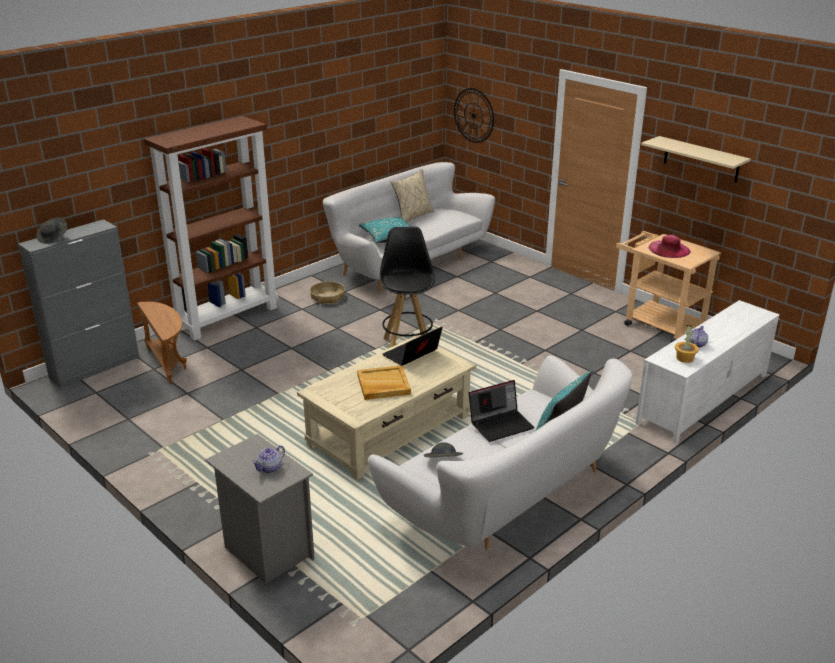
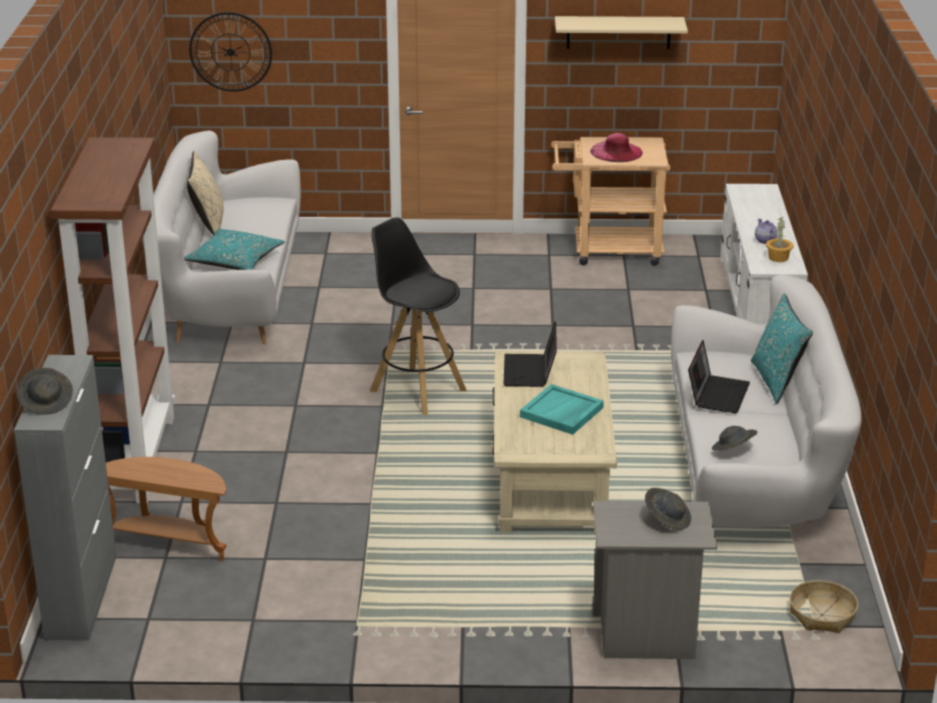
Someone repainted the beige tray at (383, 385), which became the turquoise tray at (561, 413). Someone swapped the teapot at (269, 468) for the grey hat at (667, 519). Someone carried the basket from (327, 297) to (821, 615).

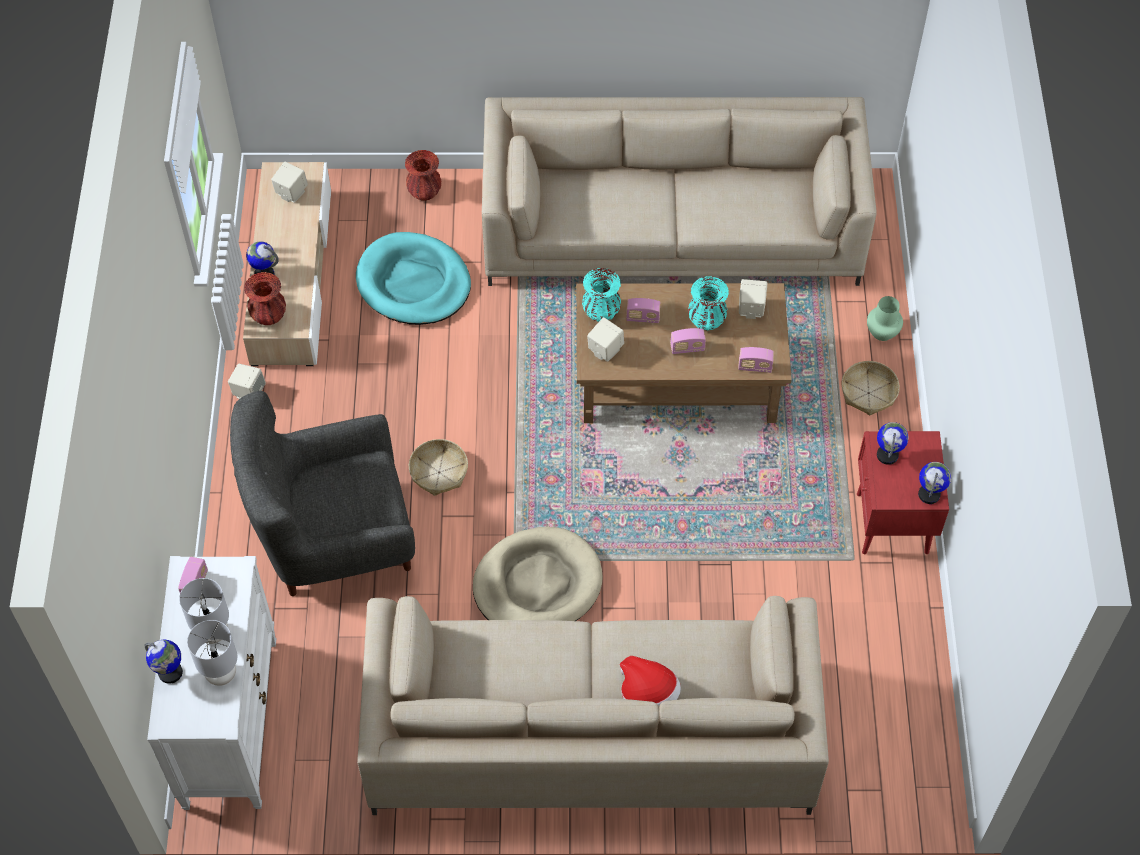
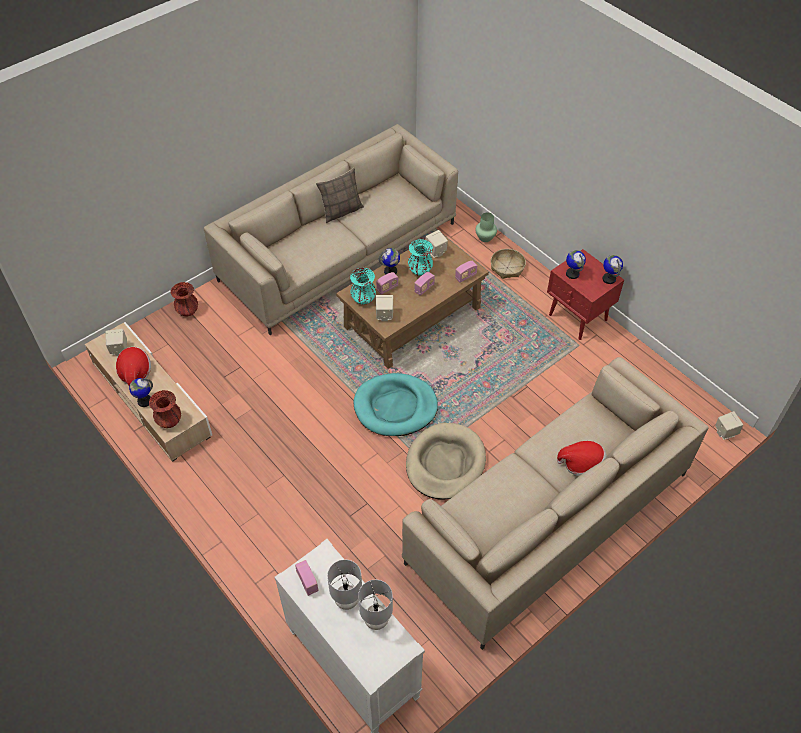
Someone put down the hat at (135, 373). Someone put down the pillow at (341, 211). Someone carried the turquoise dog bed from (413, 283) to (395, 407). Someone carried the globe from (170, 673) to (390, 271). Someone carried the beige speaker from (249, 392) to (725, 432). Someone took away the grey armchair at (334, 538). Someone took away the basket at (438, 472).

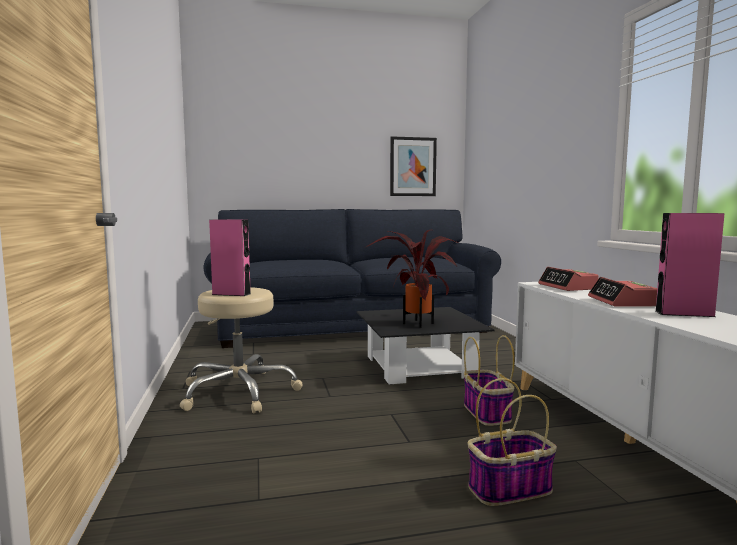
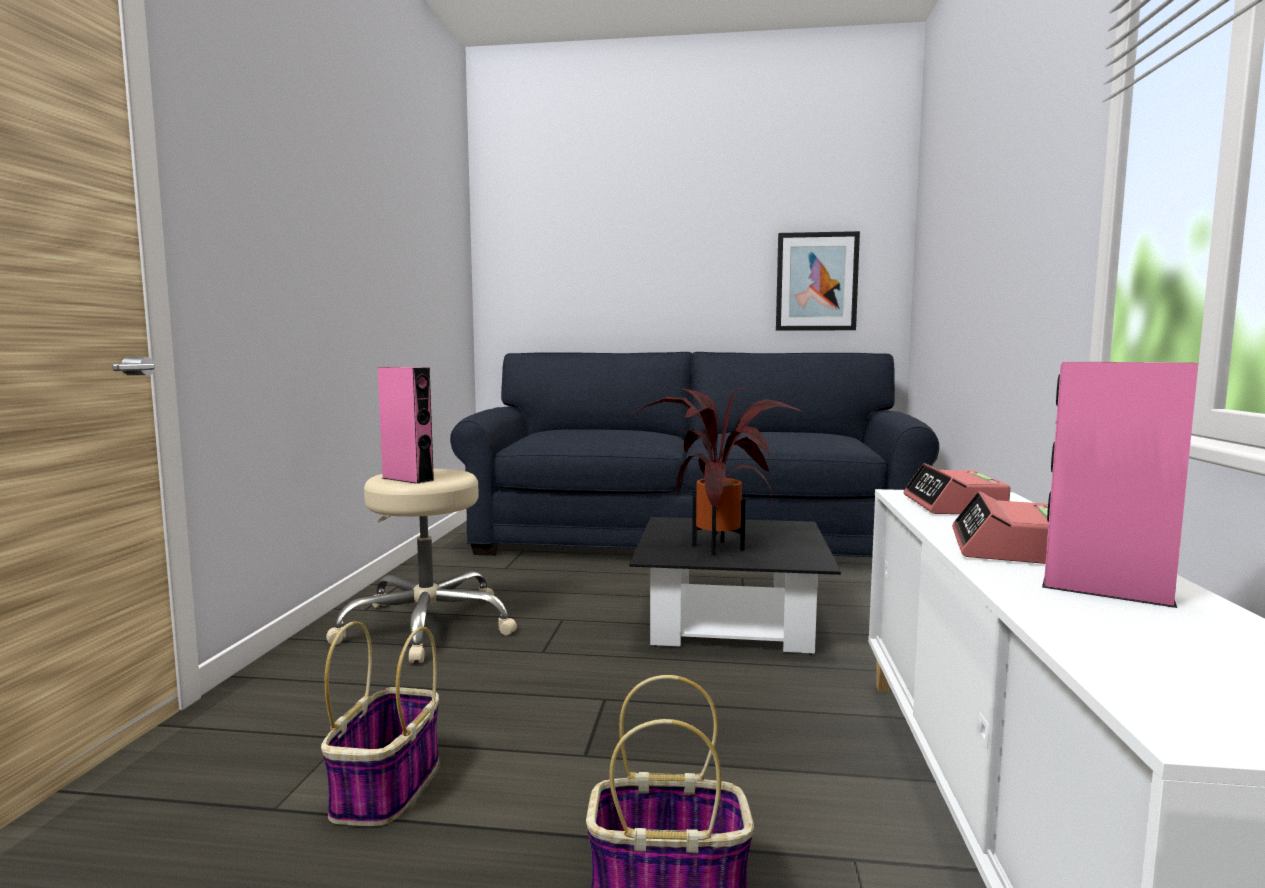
Someone carried the basket from (487, 413) to (387, 788).

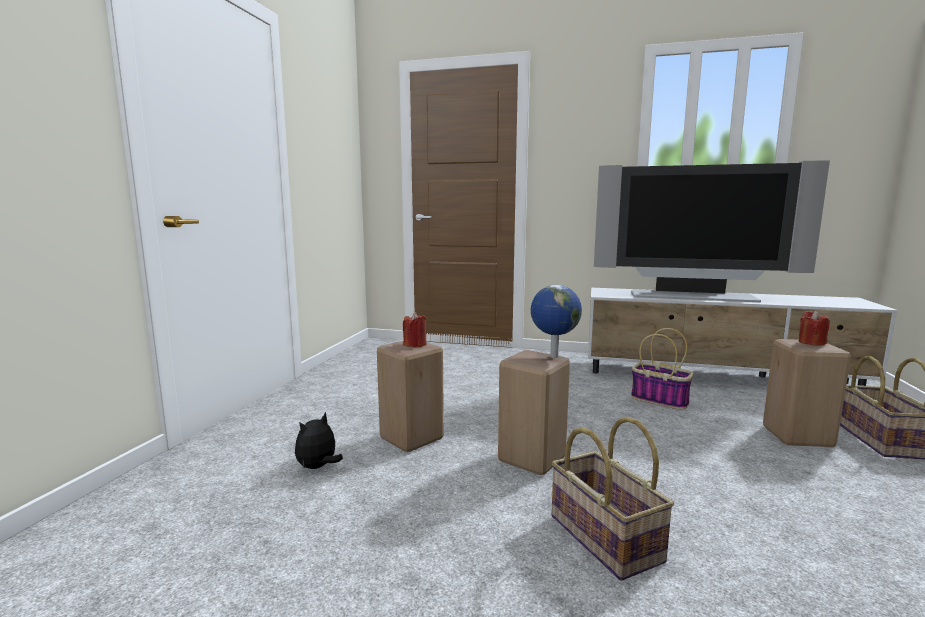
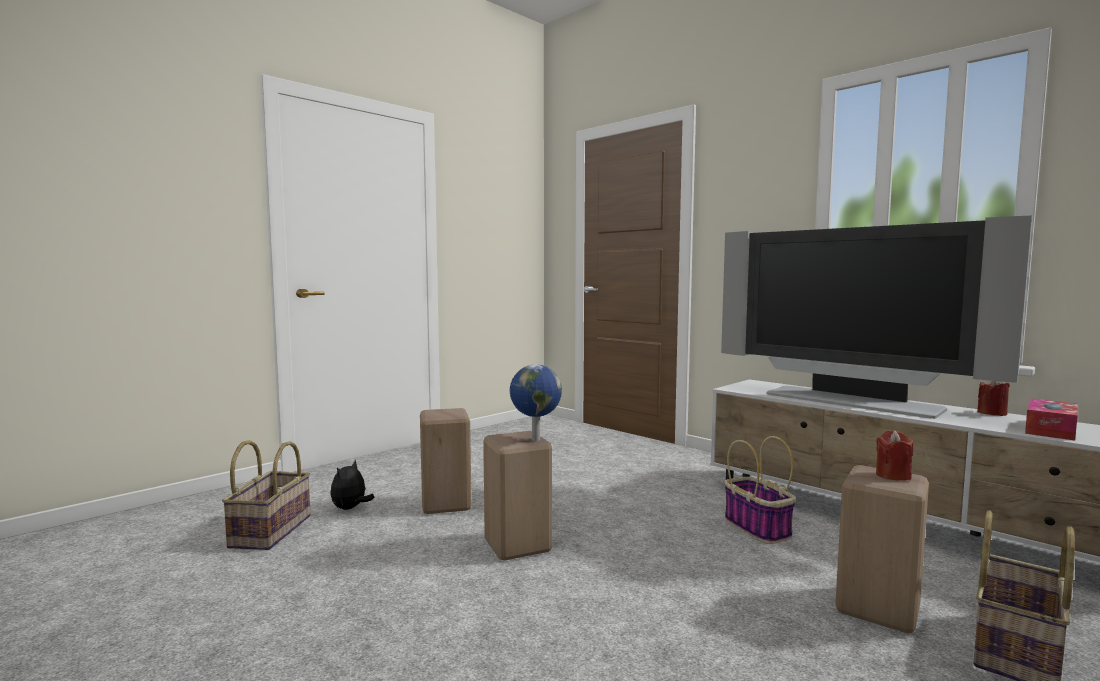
Someone carried the basket from (602, 538) to (270, 531). Someone rotated the plush toy at (318, 467) by 45 degrees counterclockwise. Someone carried the red candle from (415, 344) to (992, 413). Someone put down the tissue box at (1050, 429).

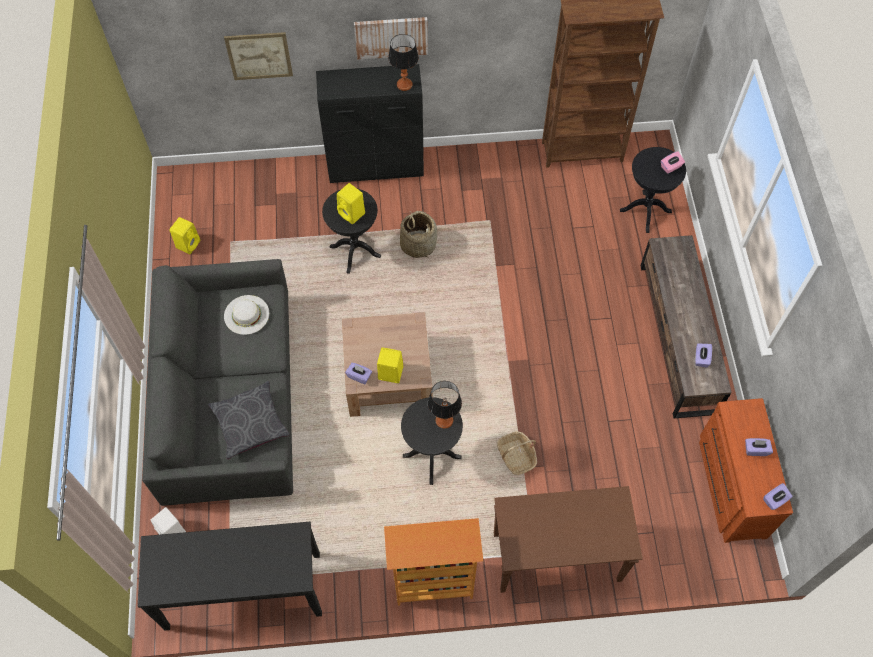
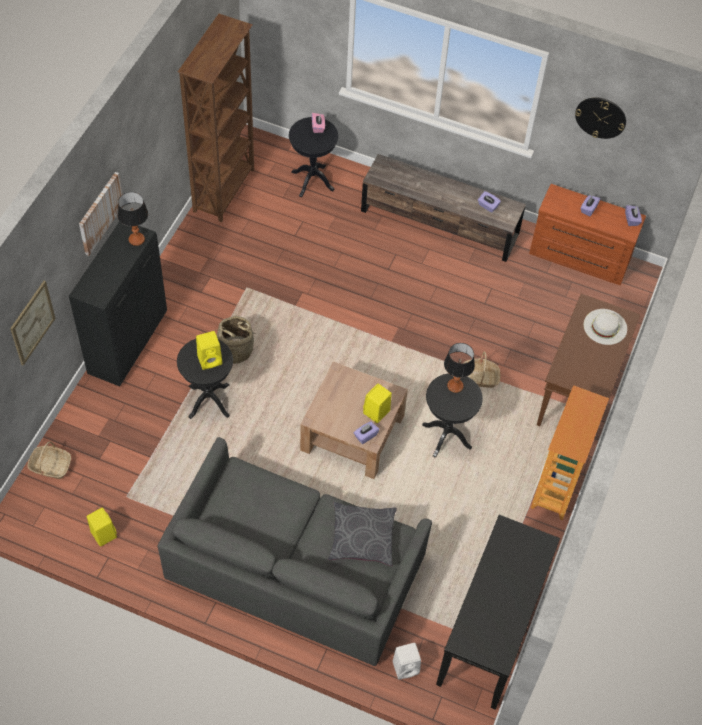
Someone put down the basket at (50, 466). Someone put up the wall clock at (600, 117). Someone carried the white hat from (246, 314) to (605, 326).

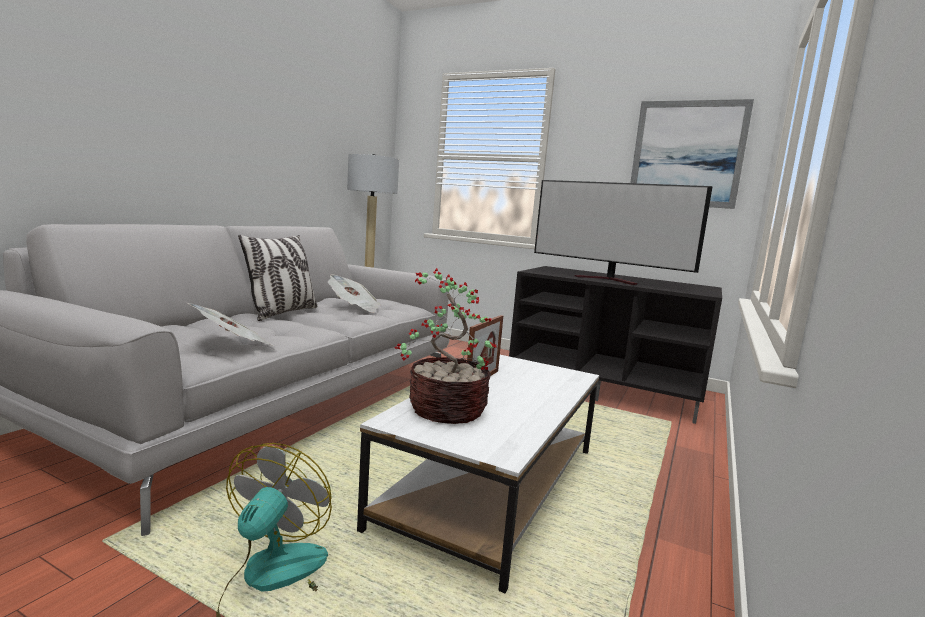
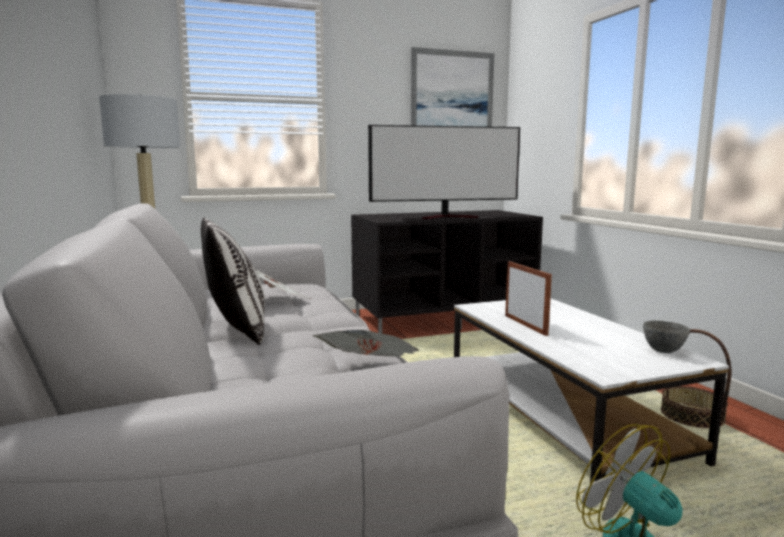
Someone put down the grey bowl at (662, 350). Someone put down the basket at (692, 416). Someone took away the potted plant at (444, 409).

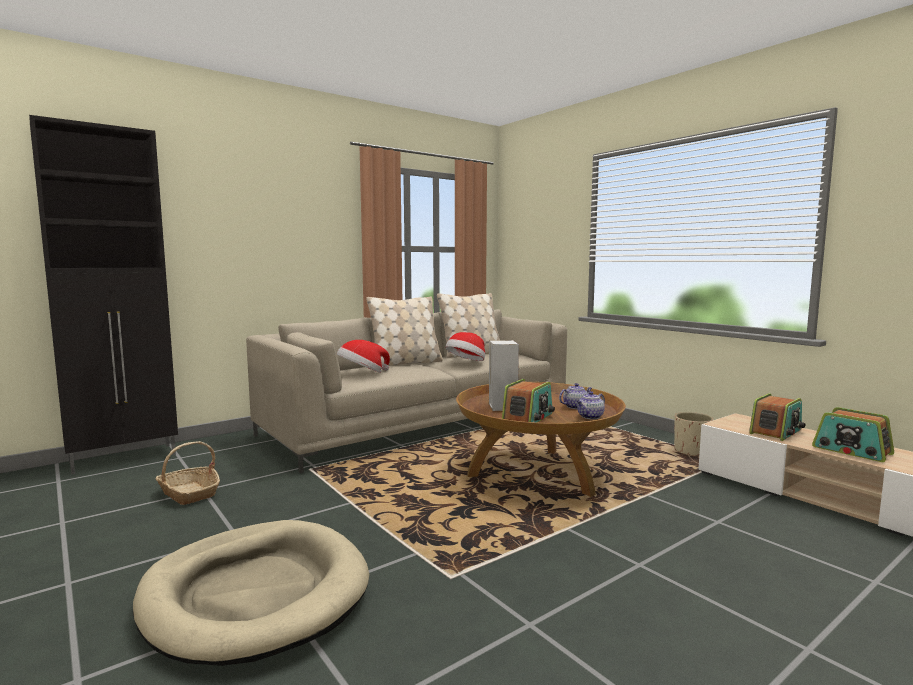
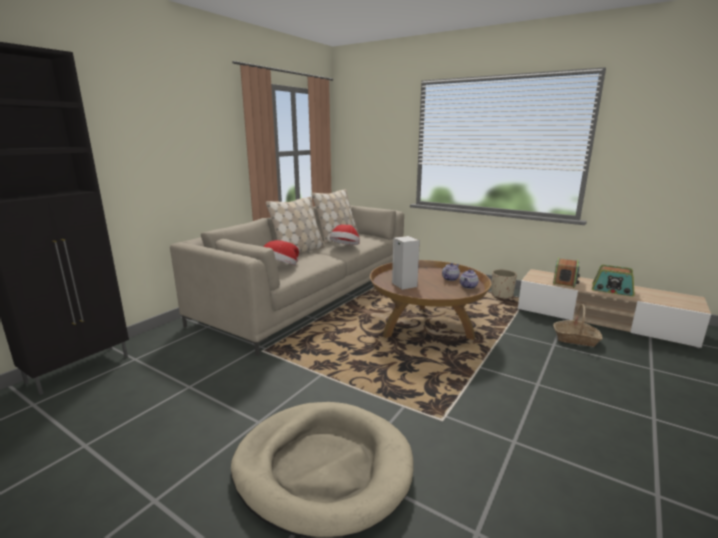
Someone carried the basket from (189, 493) to (575, 339). Someone took away the radio at (528, 418).

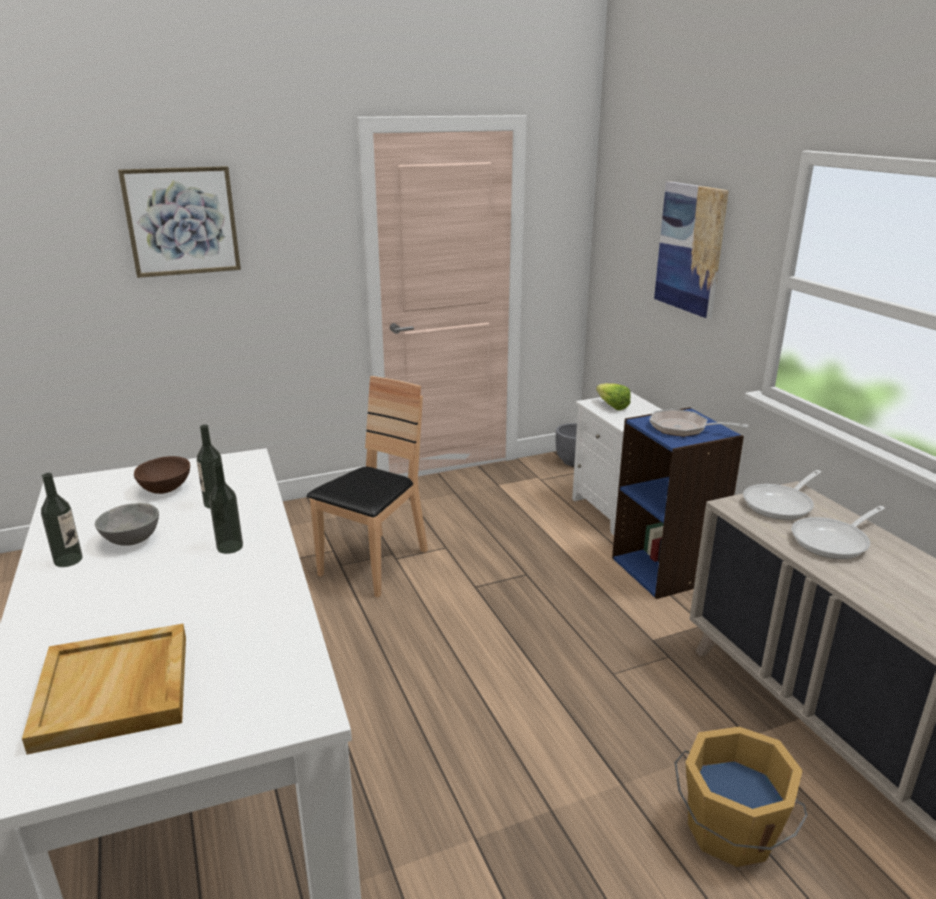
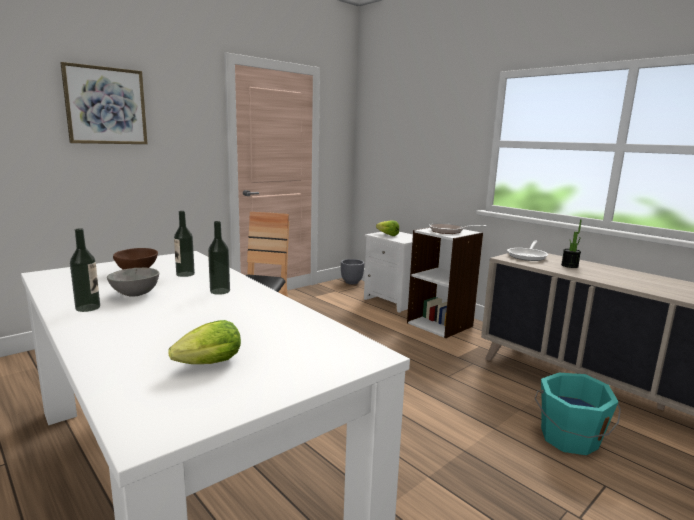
Someone swapped the beige tray at (115, 691) for the lettuce at (206, 365). Someone repainted the blue bookcase at (666, 569), which became the white bookcase at (440, 324). Someone repainted the orange bucket at (730, 831), which became the turquoise bucket at (569, 439). Someone swapped the frying pan at (834, 541) for the potted plant at (569, 266). Someone took away the picture at (690, 248).

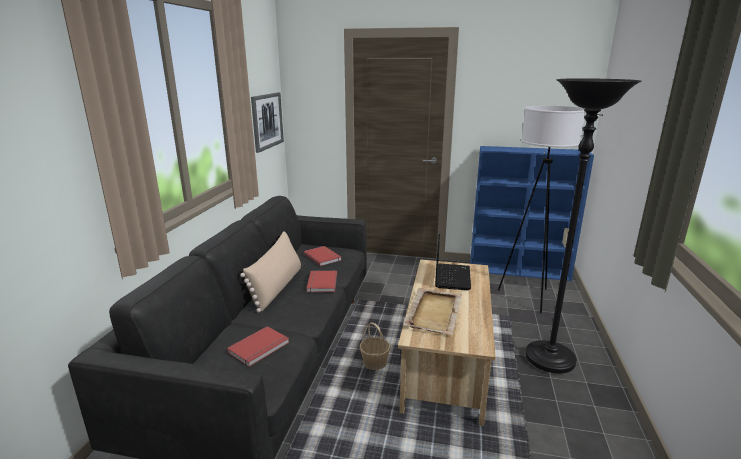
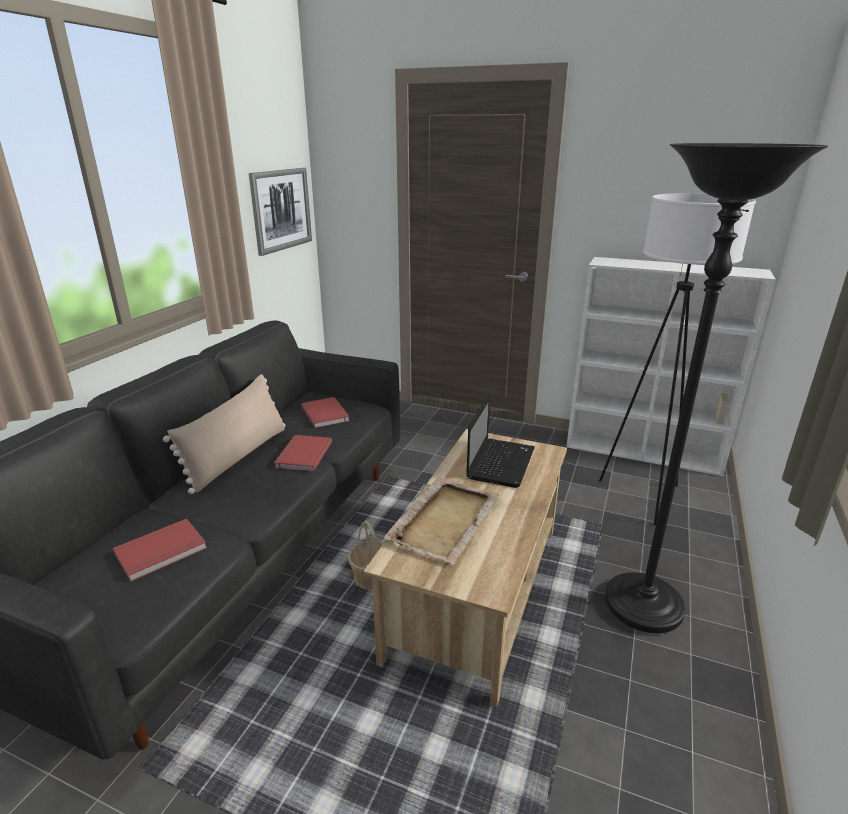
Someone repainted the blue bookcase at (519, 270), which became the white bookcase at (644, 452).

